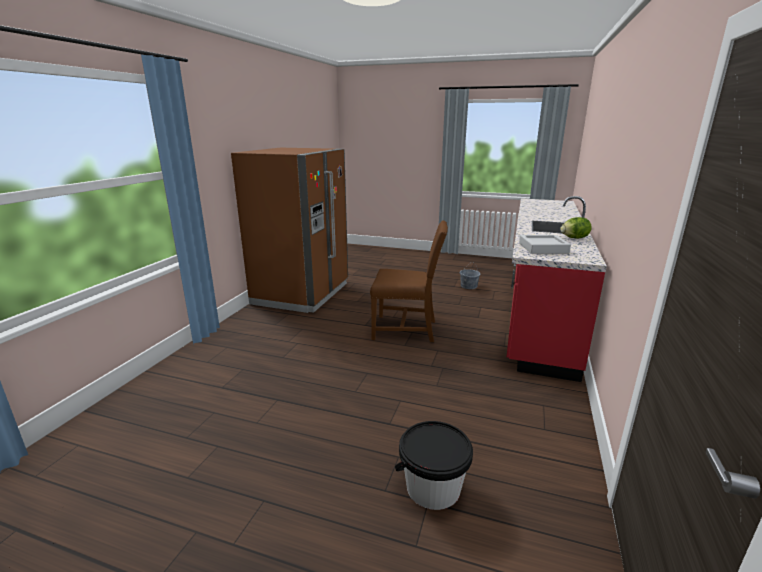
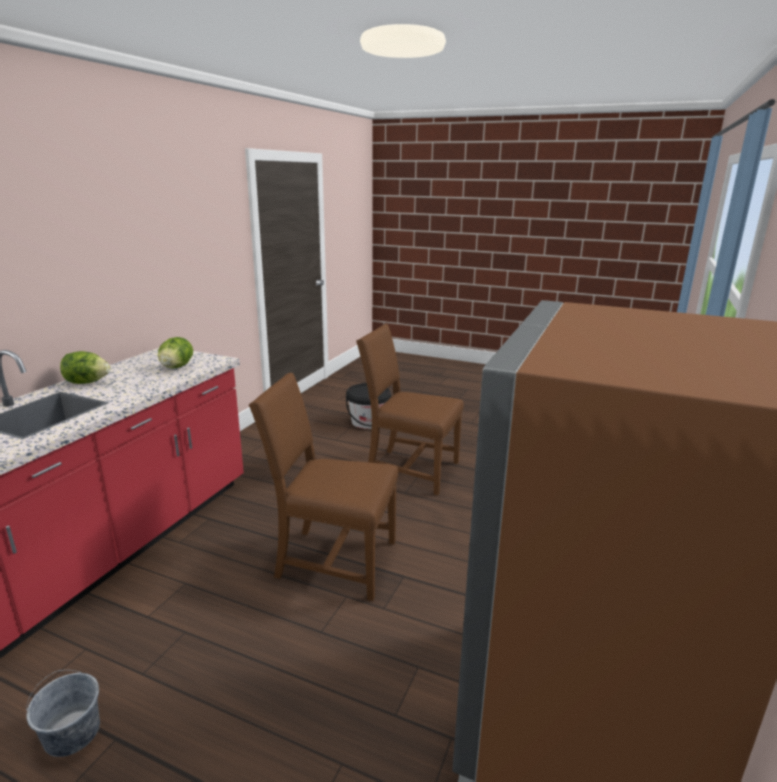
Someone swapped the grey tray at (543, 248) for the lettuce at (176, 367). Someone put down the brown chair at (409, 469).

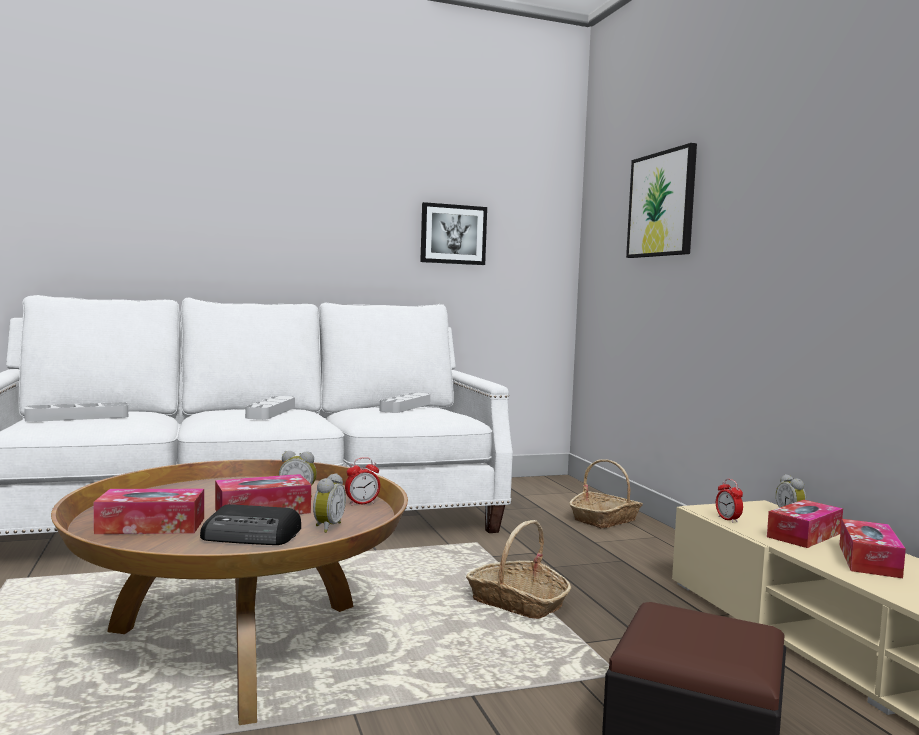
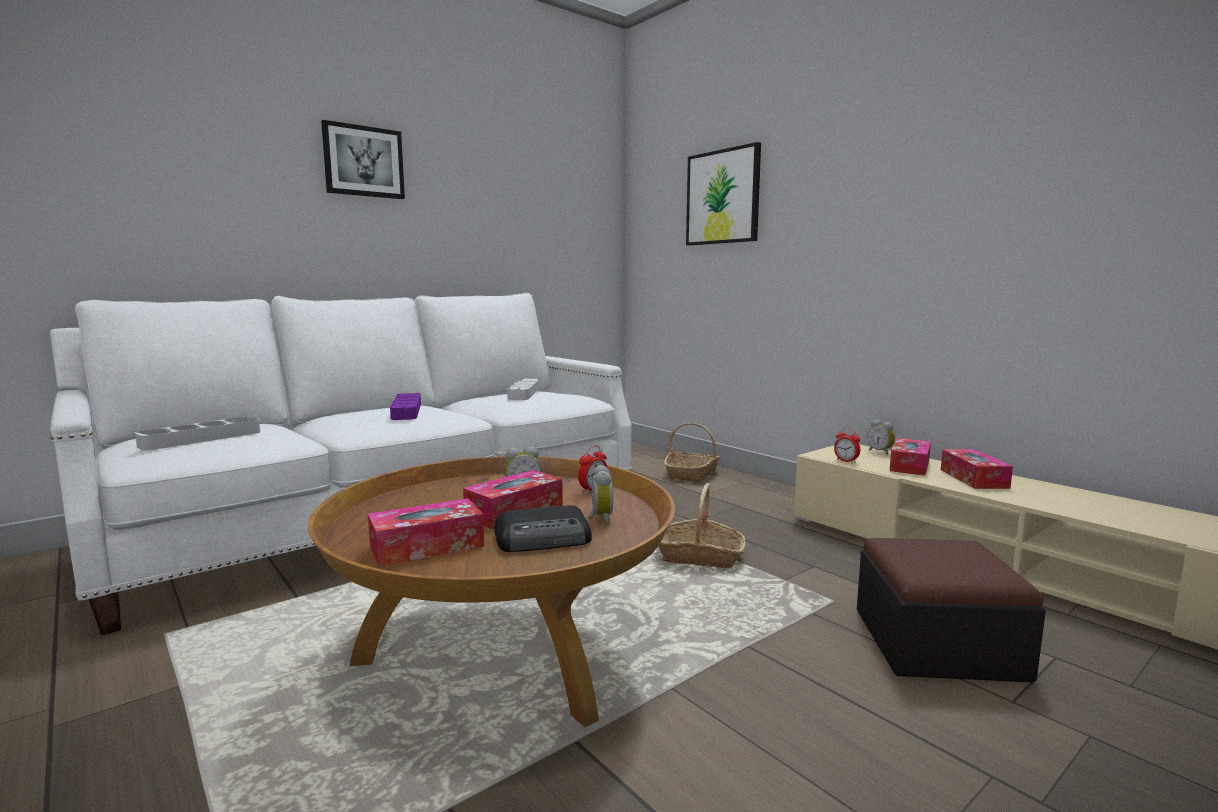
Someone carried the picture from (453, 234) to (363, 161). Someone repainted the grey tray at (271, 412), which became the purple tray at (406, 411).

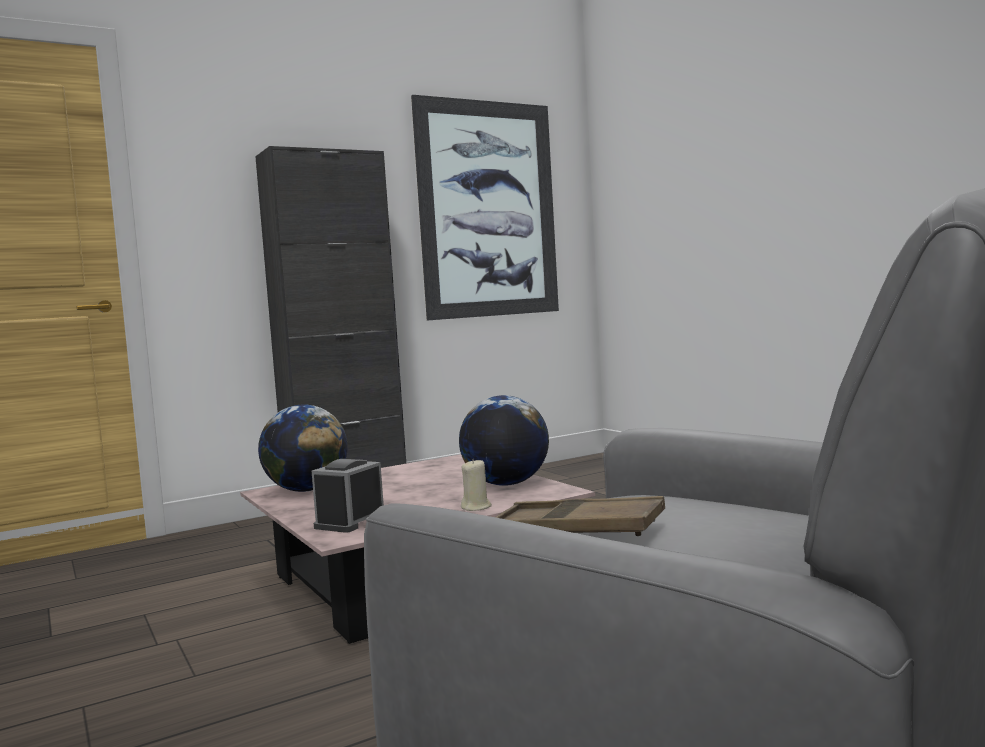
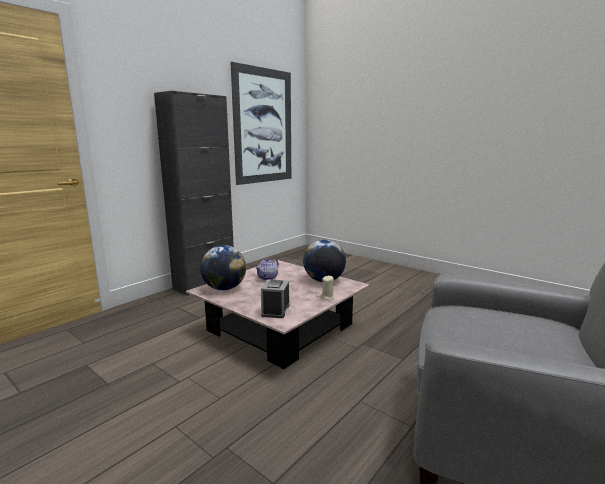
Someone put down the teapot at (268, 277). Someone took away the brown tray at (575, 530).

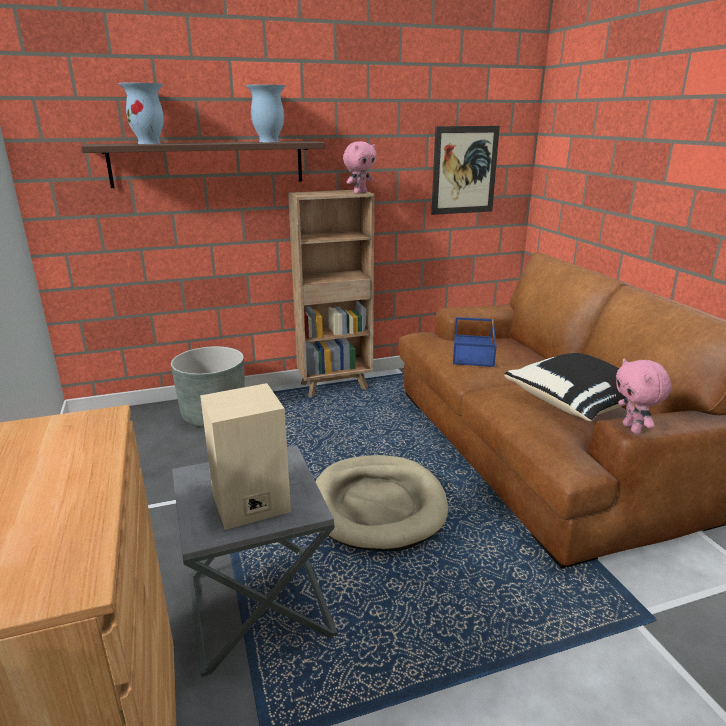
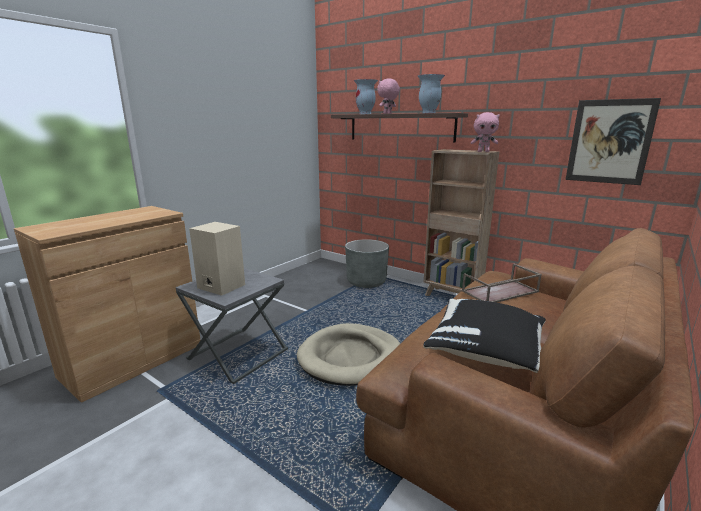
Someone carried the pink plush toy from (633, 429) to (387, 113). Someone repainted the blue tray at (474, 351), which became the brown tray at (500, 292).

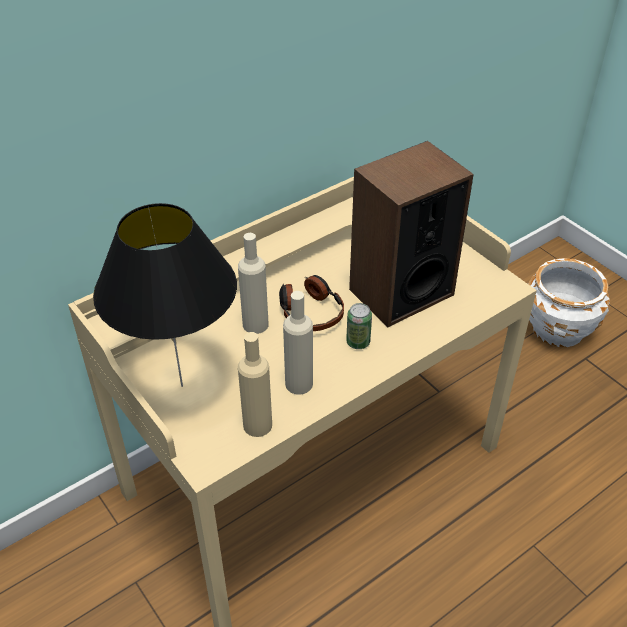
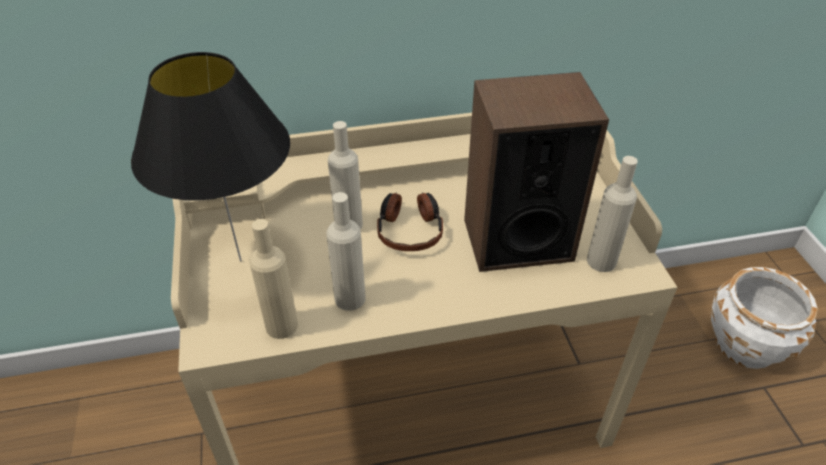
Someone put down the beige bottle at (601, 261). Someone took away the can at (358, 342).

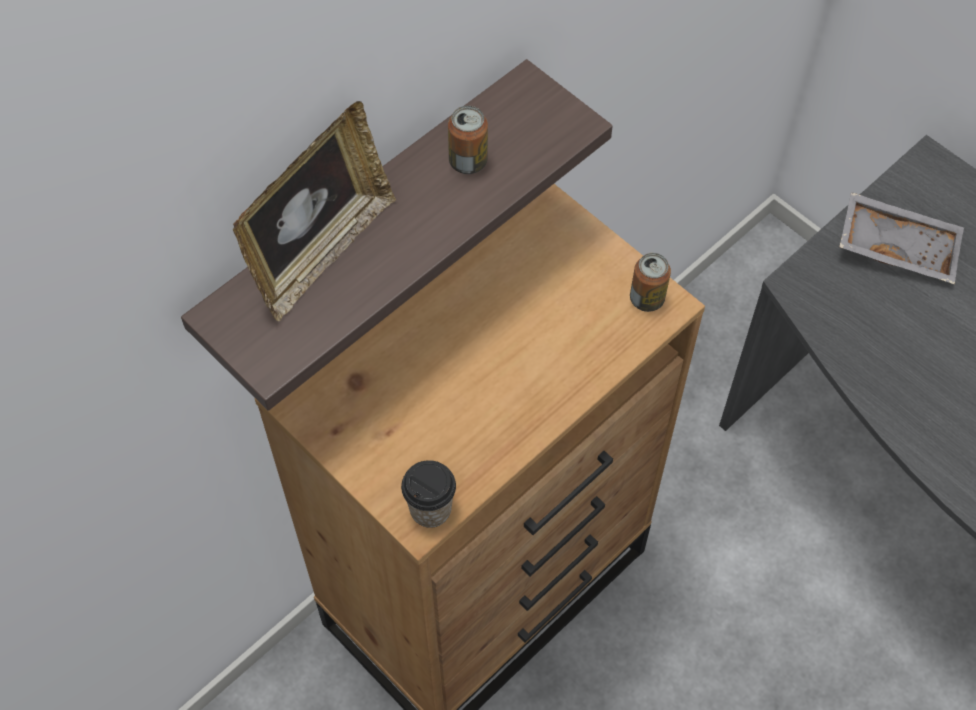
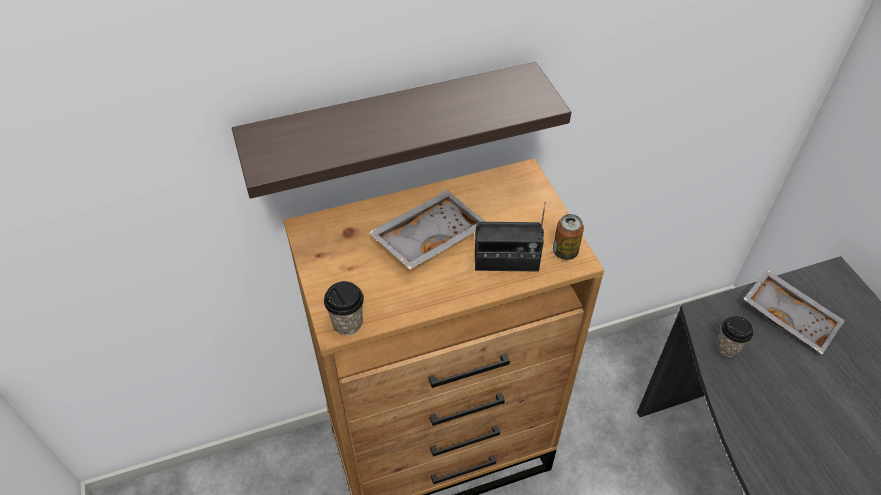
Someone put down the grey tray at (428, 237). Someone put down the radio at (506, 262). Someone put down the cup at (727, 347). Someone took away the picture frame at (321, 251). Someone took away the can at (468, 161).

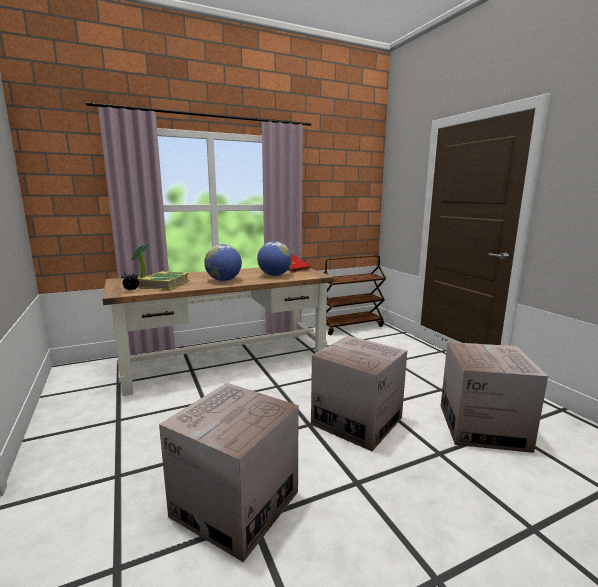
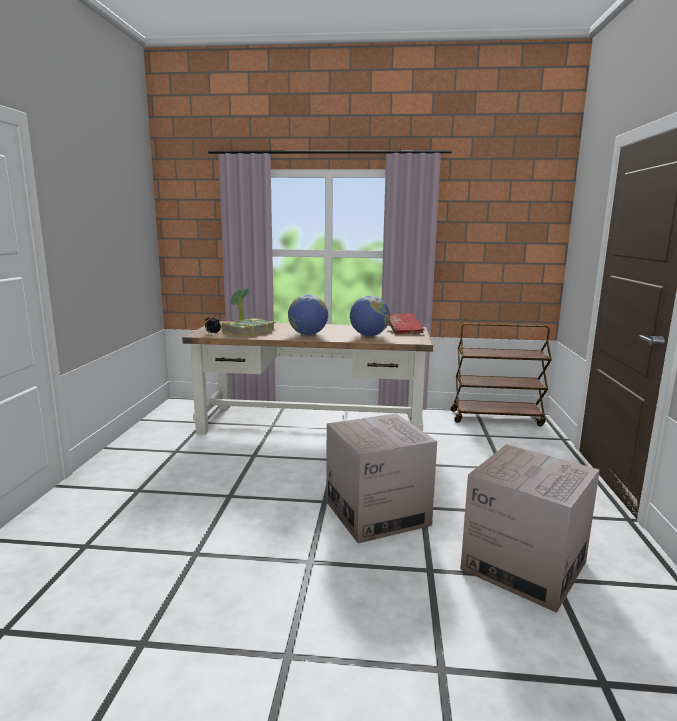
Someone took away the cardboard box at (235, 504).

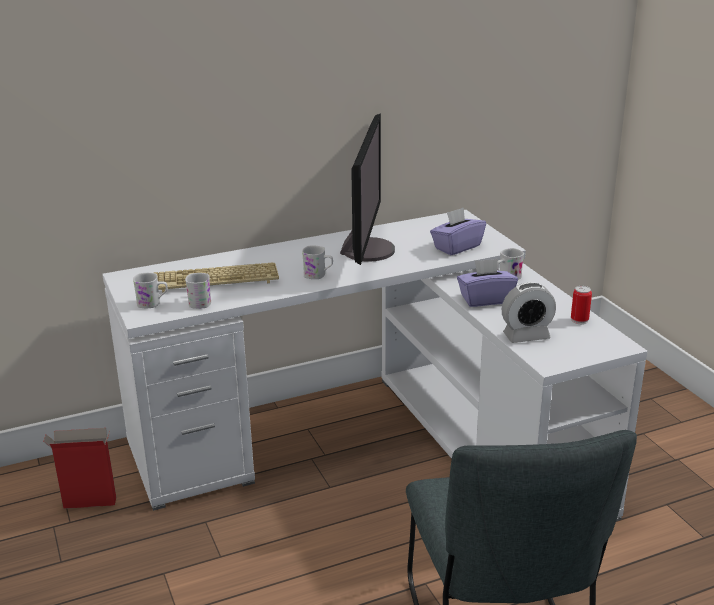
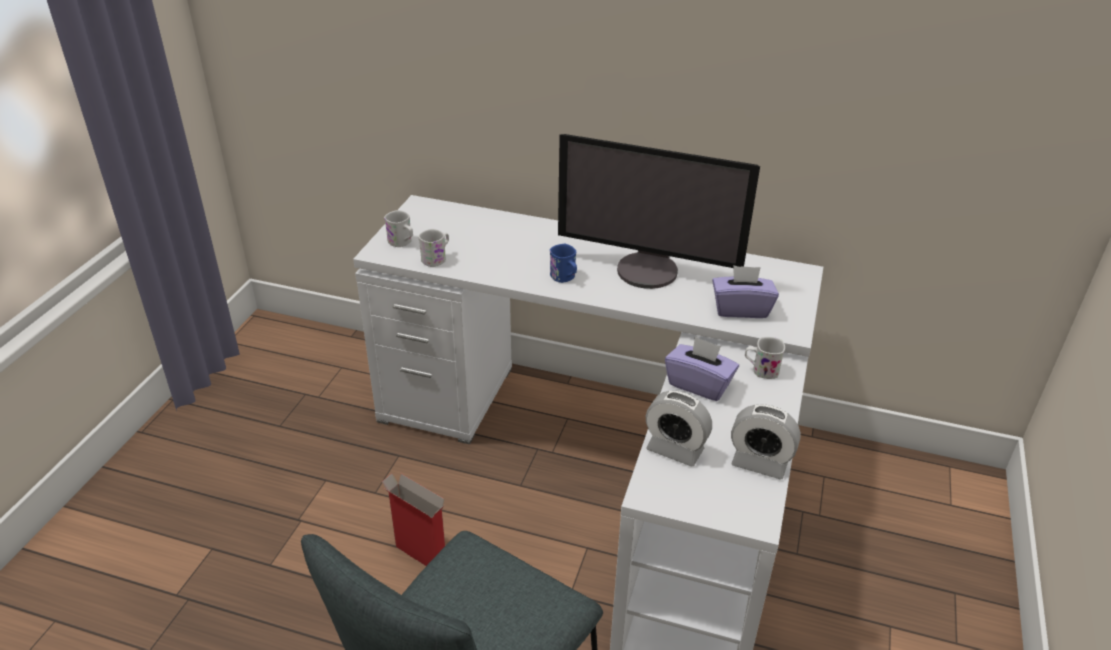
Someone carried the cardboard box from (88, 503) to (420, 555). Someone repainted the white mug at (318, 275), which became the blue mug at (565, 278). Someone rotated the monitor at (367, 250) by 60 degrees clockwise. Someone swapped the can at (579, 320) for the alarm clock at (759, 463). Someone took away the keyboard at (213, 280).

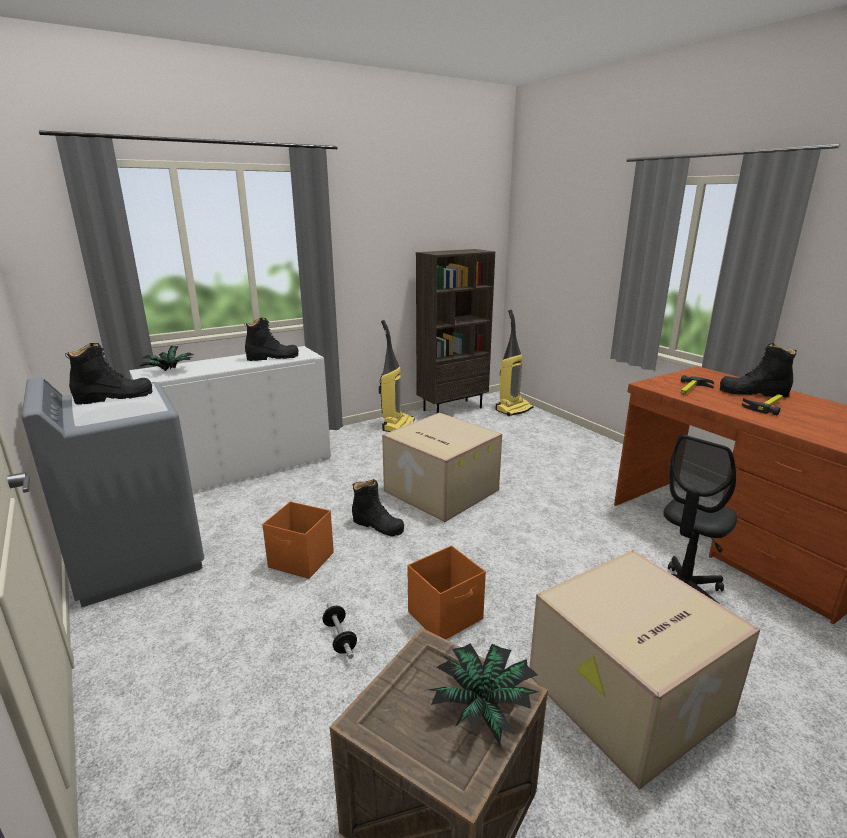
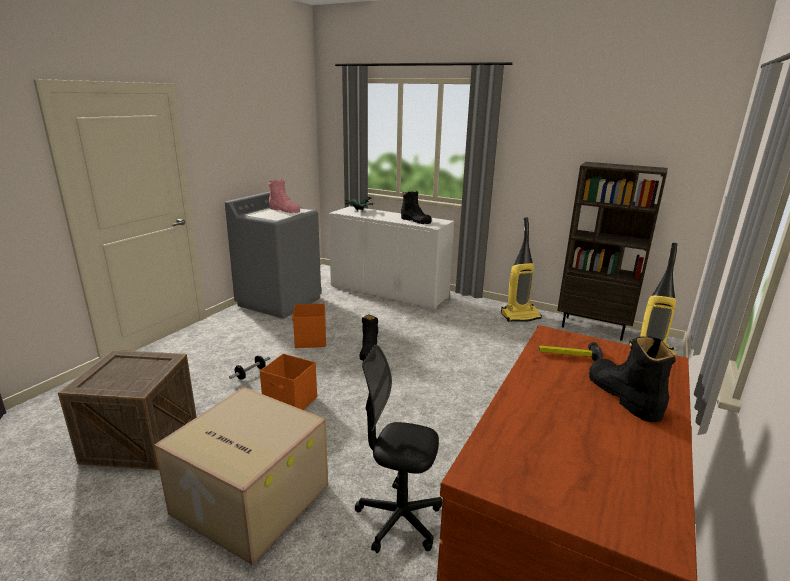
Someone repainted the black boot at (114, 397), which became the pink boot at (284, 210). Someone took away the cardboard box at (439, 490). Someone took away the potted plant at (484, 706). Someone took away the hammer at (766, 405).

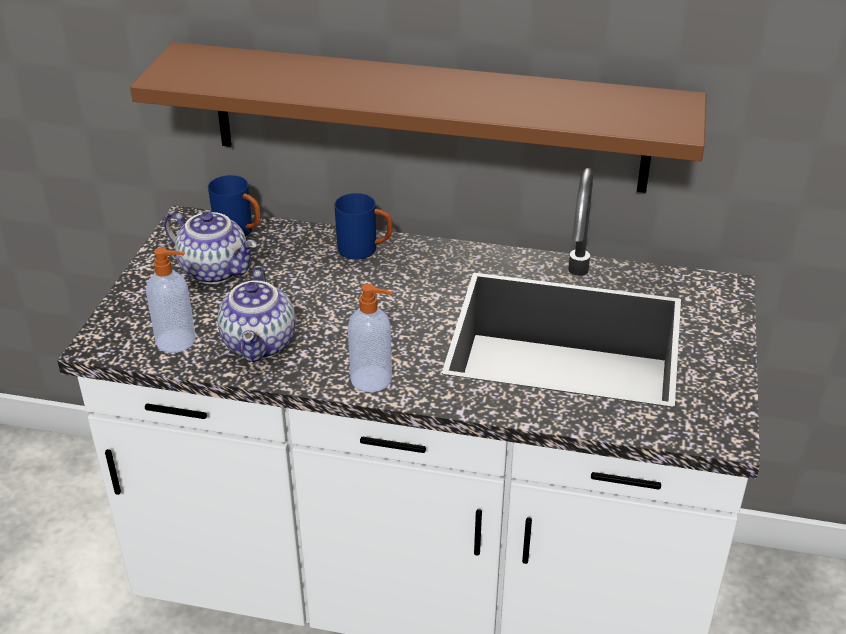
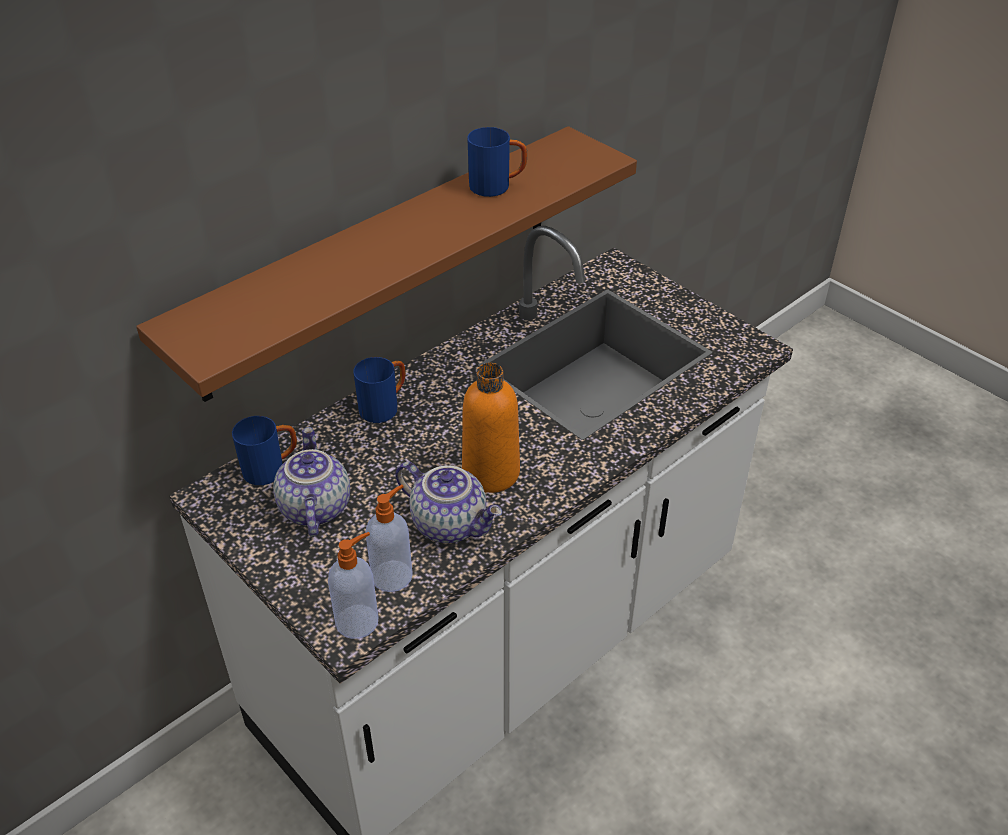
Someone rotated the teapot at (216, 270) by 75 degrees counterclockwise. Someone carried the soap dispenser from (372, 379) to (358, 621). Someone put down the orange bottle at (491, 473). Someone put down the blue mug at (497, 186).

